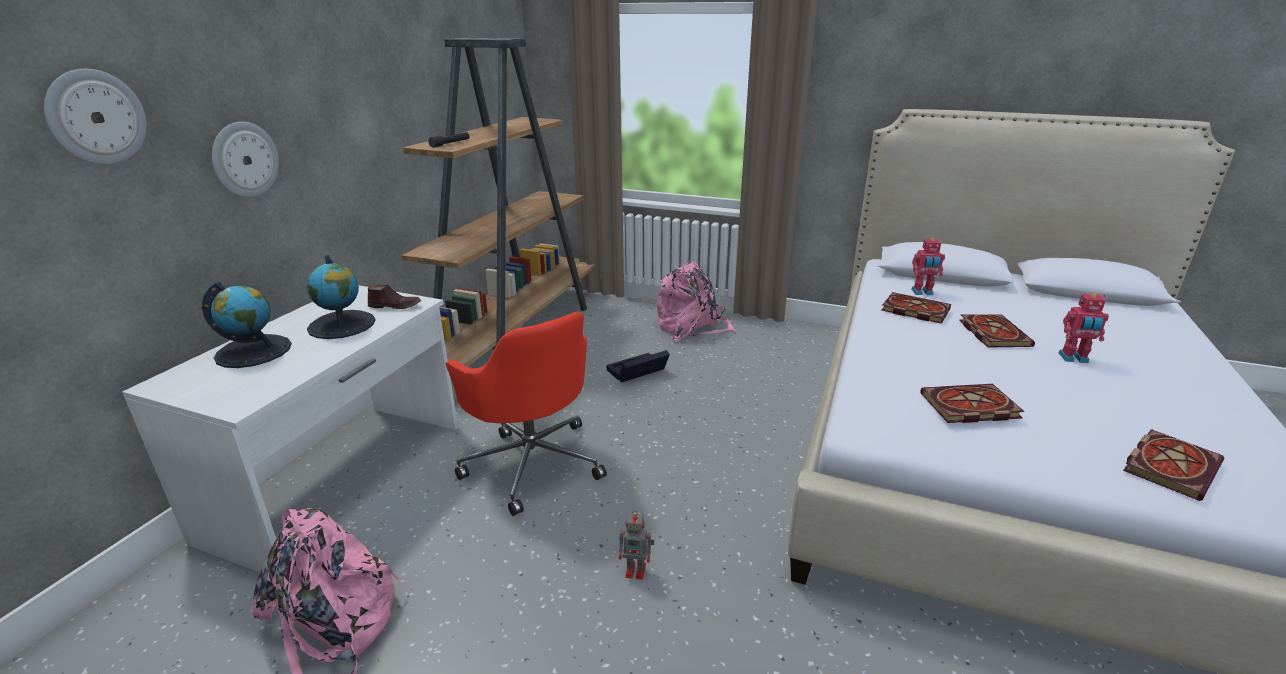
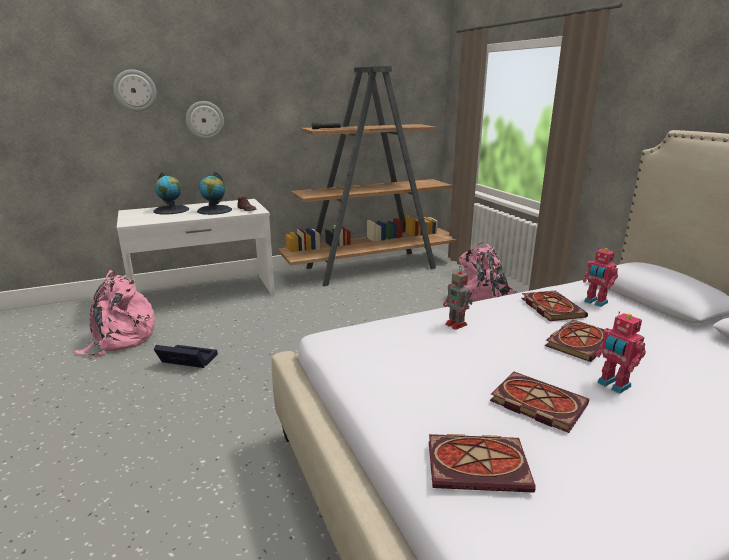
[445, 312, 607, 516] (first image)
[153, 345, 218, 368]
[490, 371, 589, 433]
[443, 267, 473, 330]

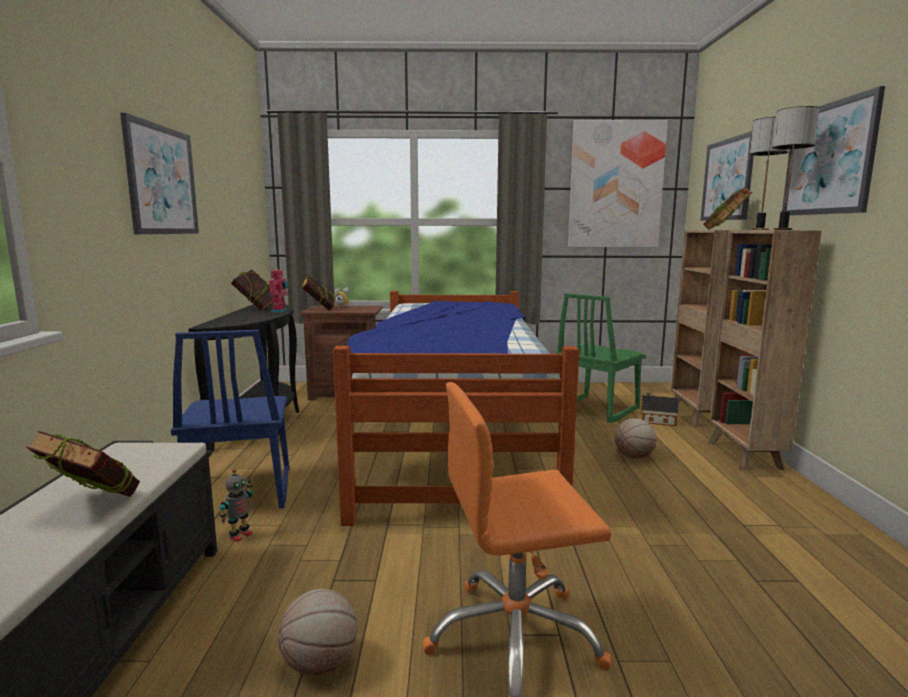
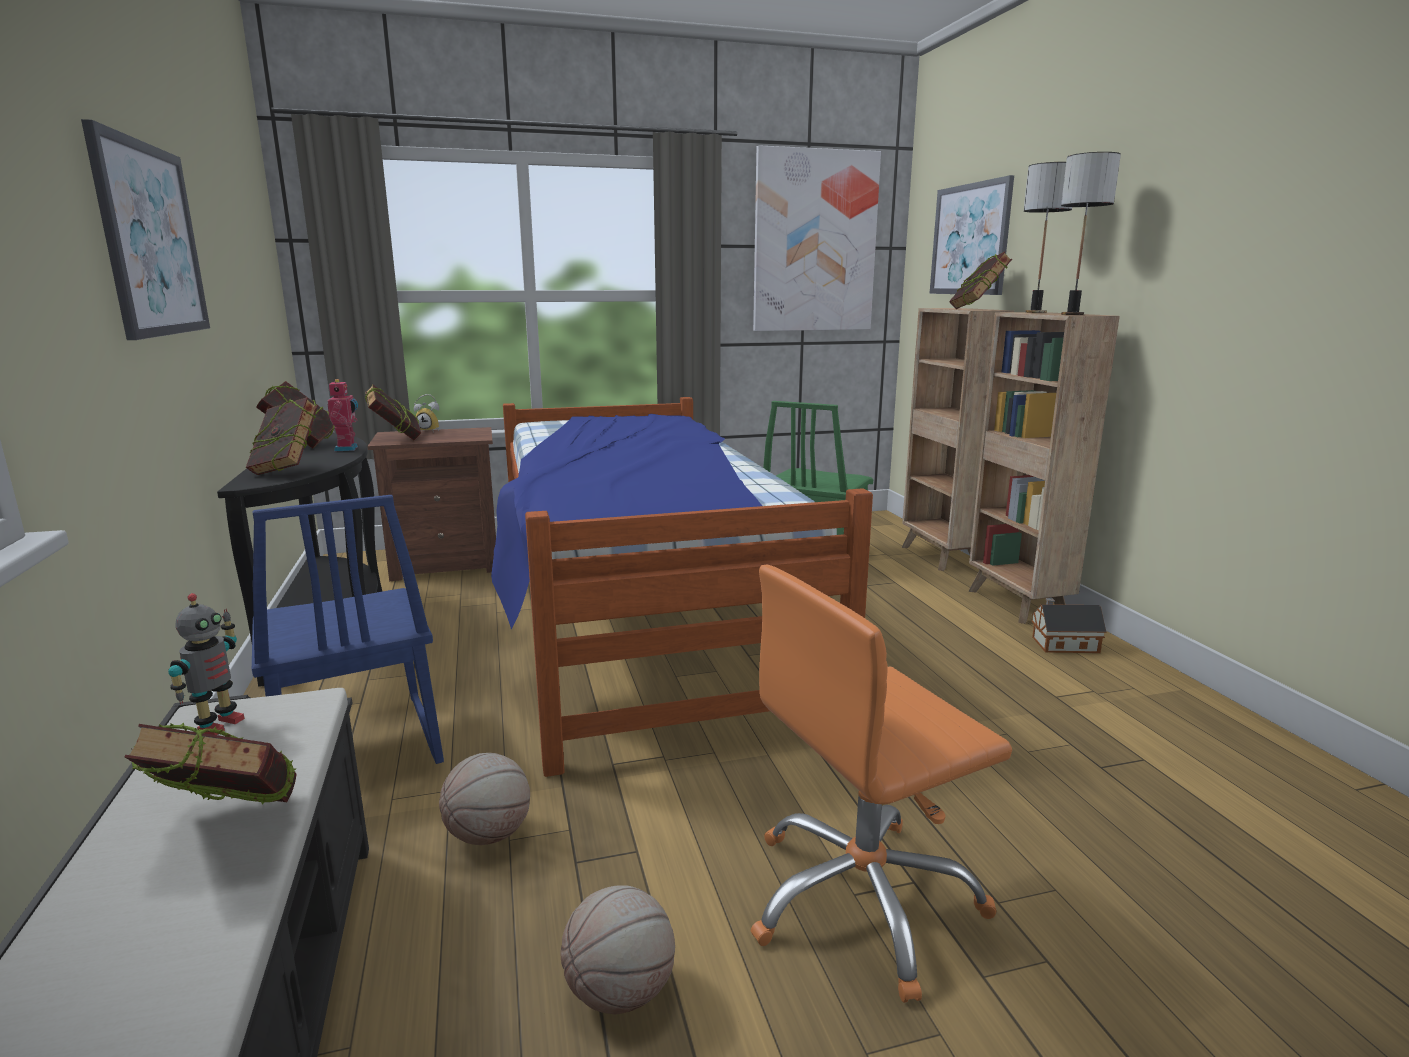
[782, 86, 885, 216] (first image)
[1031, 598, 1107, 653]
[439, 753, 530, 845]
[168, 593, 245, 735]
[246, 397, 318, 475]

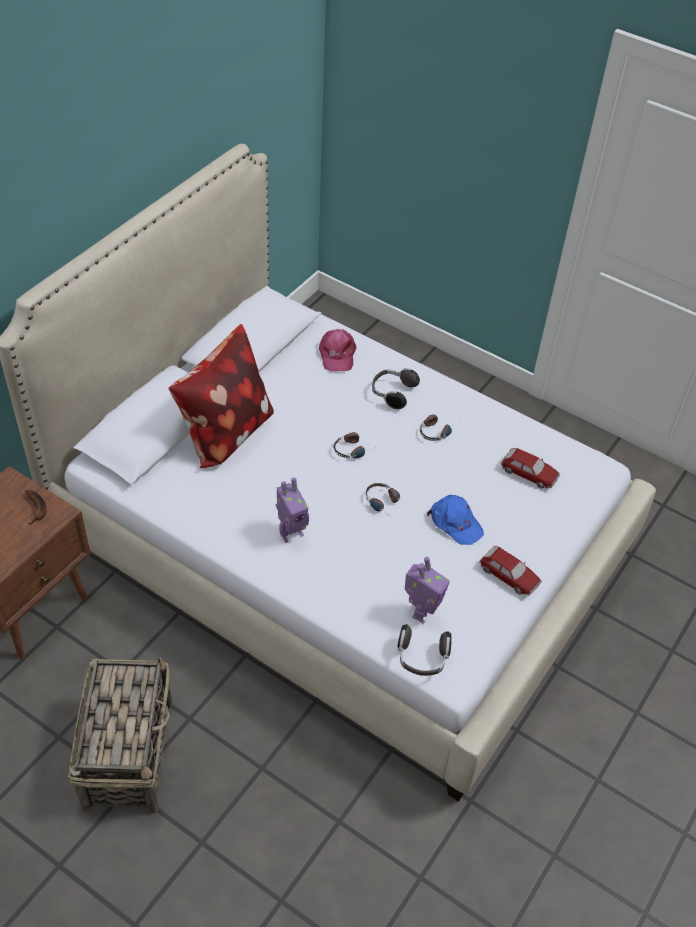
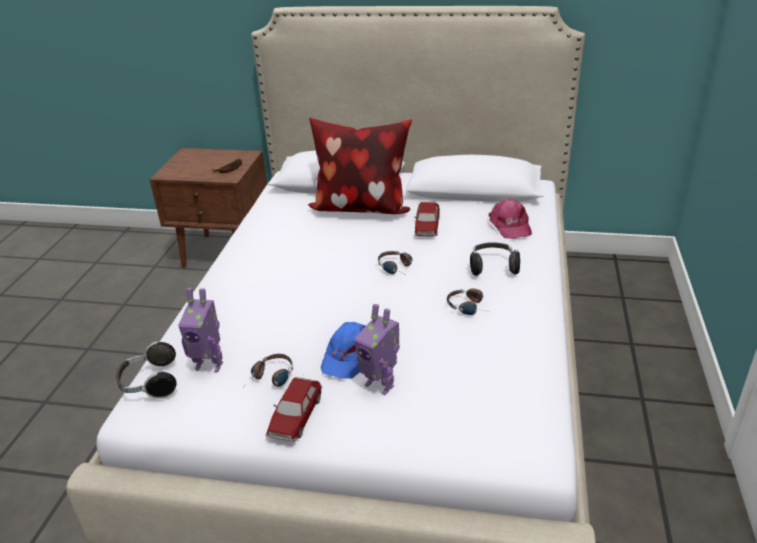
[488, 198, 532, 239]
[415, 202, 440, 236]
[354, 304, 400, 395]
[245, 354, 293, 387]
[68, 657, 173, 813] (first image)

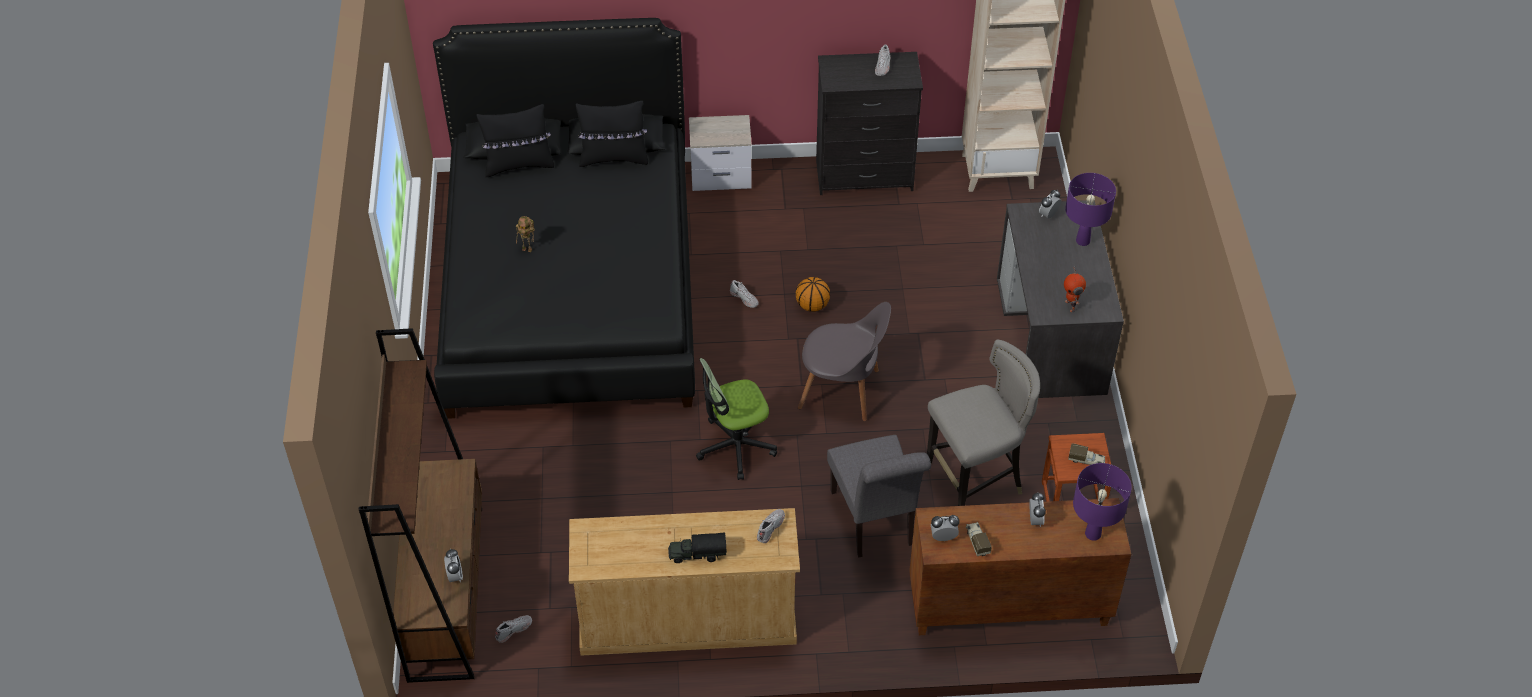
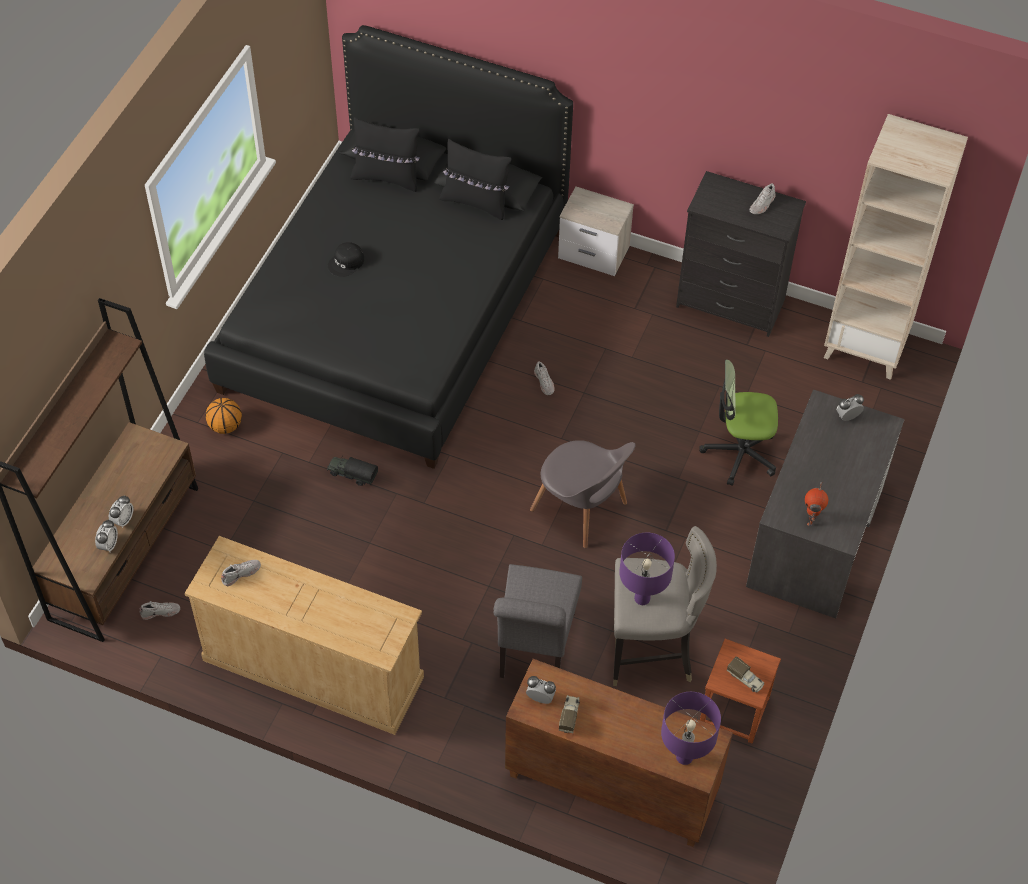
[619, 533, 675, 605]
[327, 242, 364, 277]
[205, 398, 242, 434]
[699, 360, 778, 486]
[109, 495, 133, 528]
[221, 560, 261, 586]
[327, 457, 378, 486]

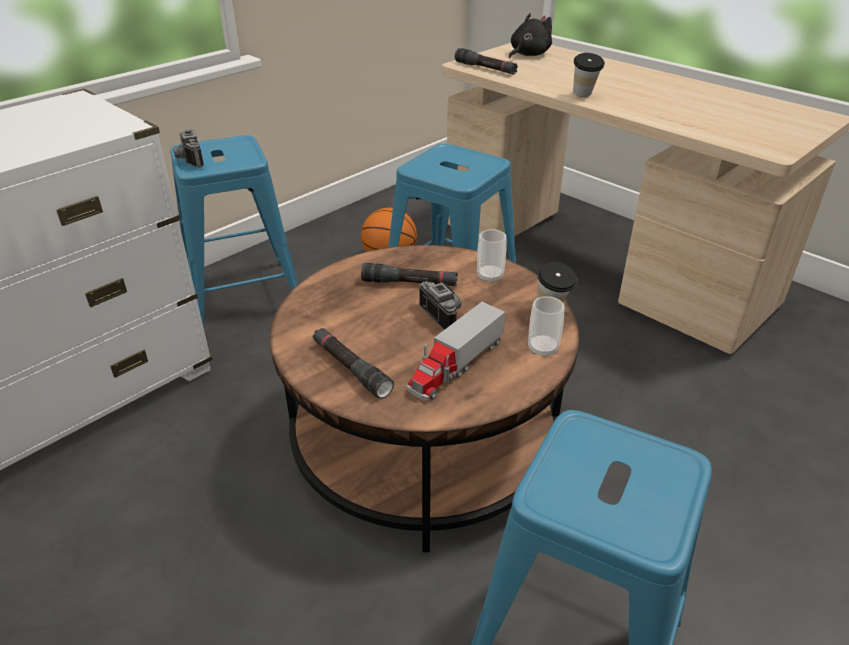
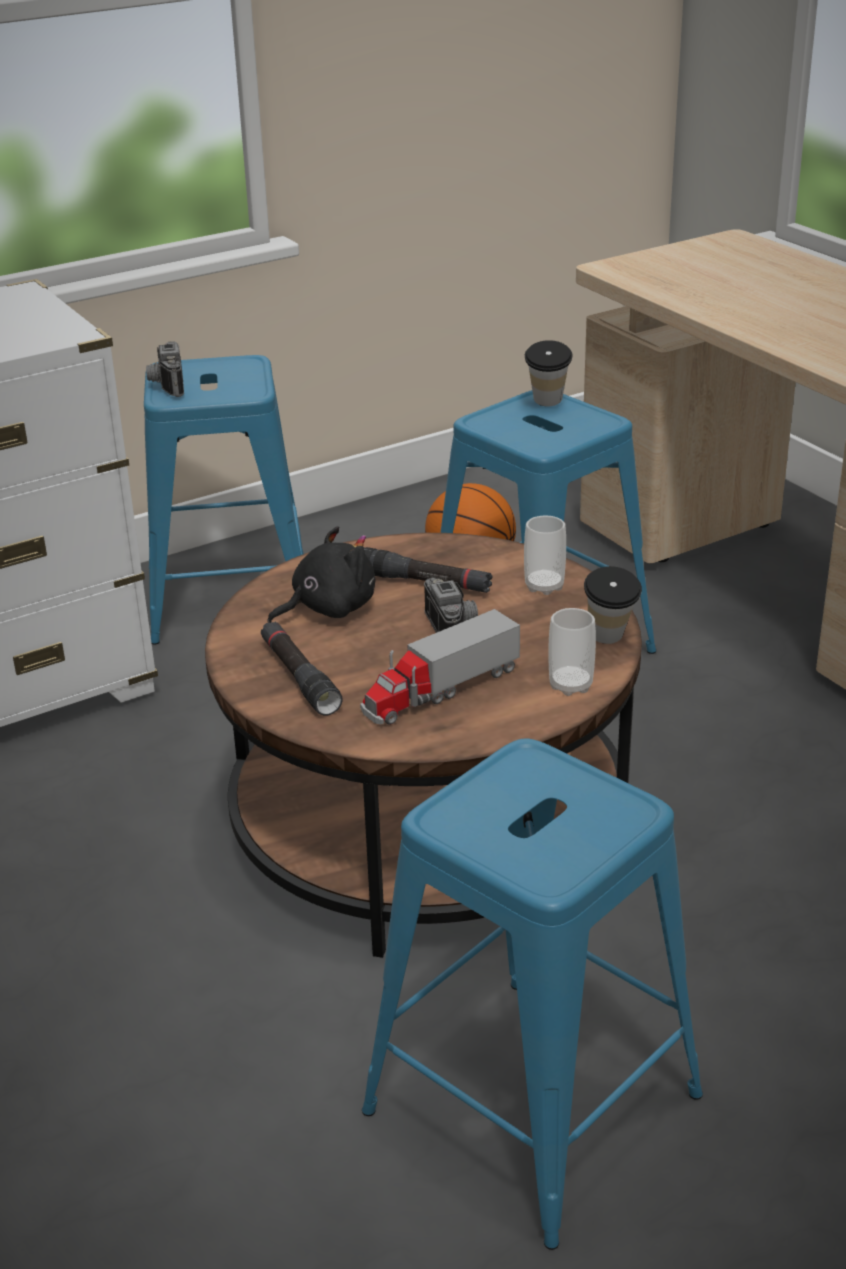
[267, 526, 376, 623]
[455, 48, 518, 74] (first image)
[525, 340, 573, 407]

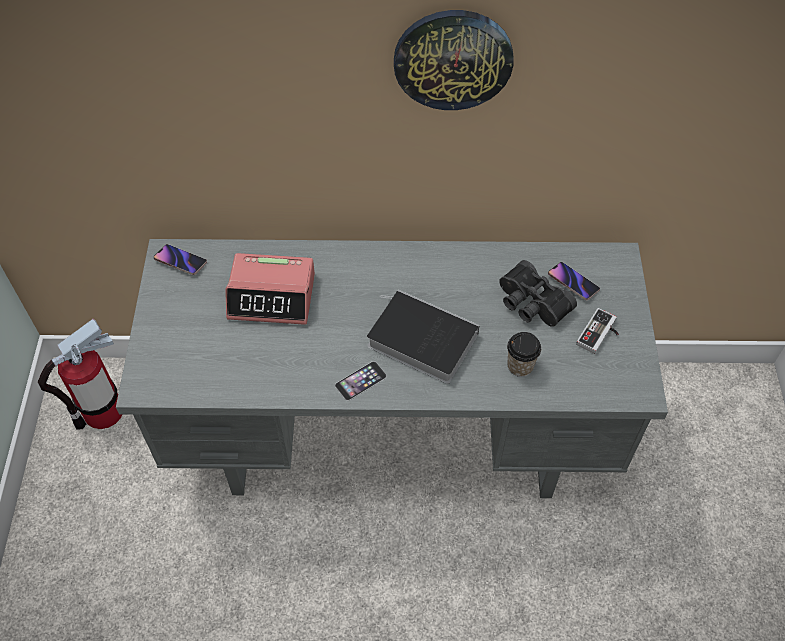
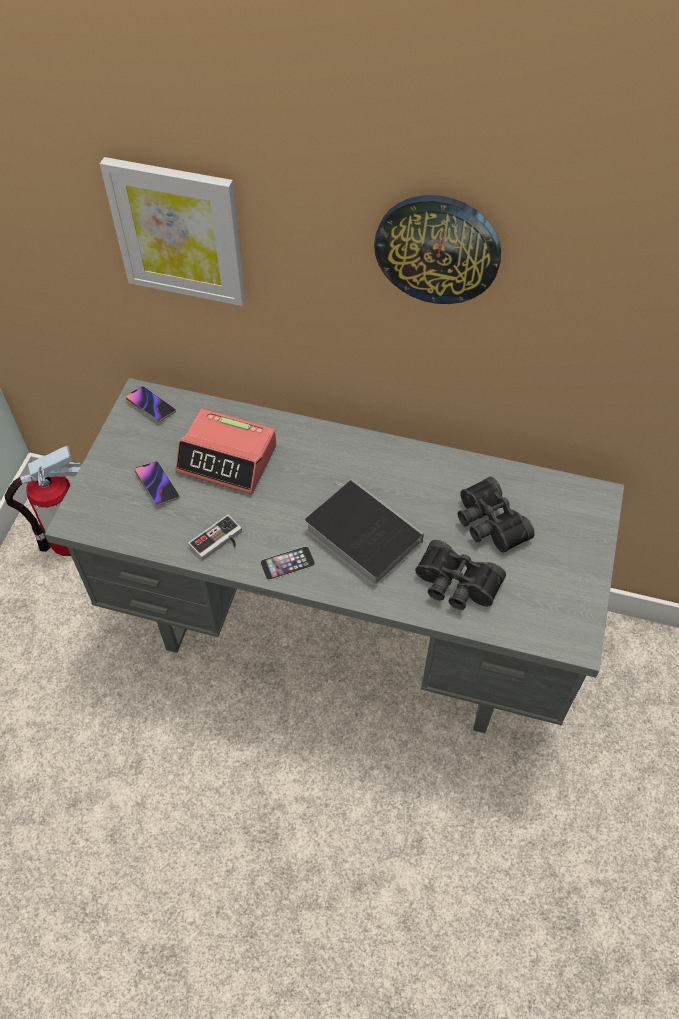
[135, 461, 179, 506]
[188, 515, 242, 560]
[415, 540, 506, 610]
[100, 157, 246, 306]

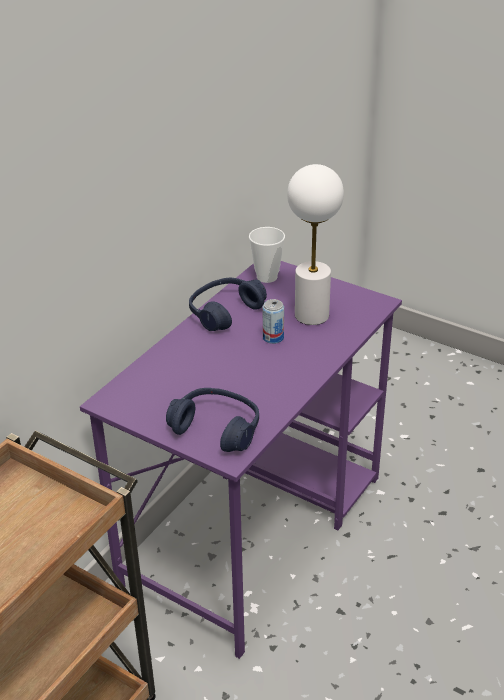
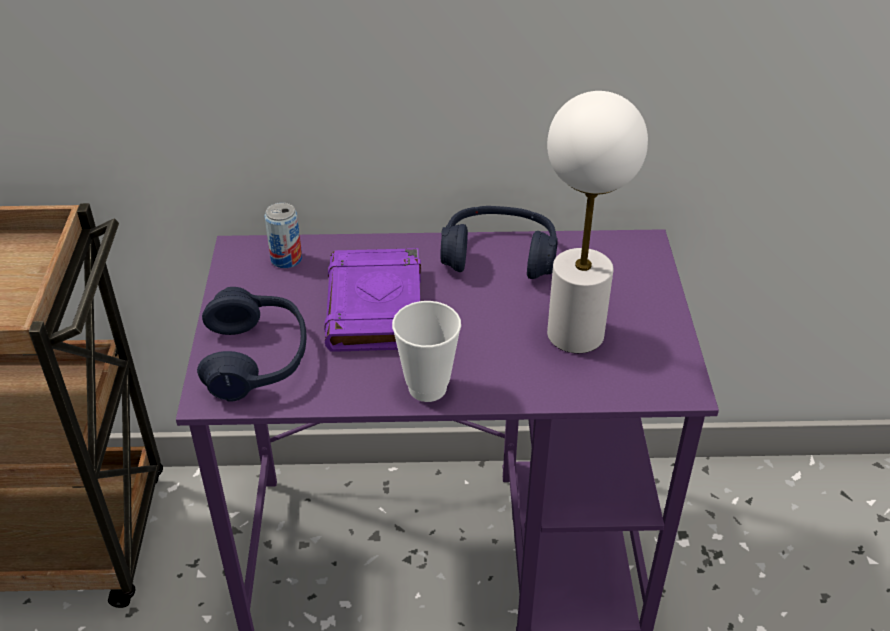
[392, 301, 461, 402]
[264, 202, 302, 268]
[324, 248, 421, 352]

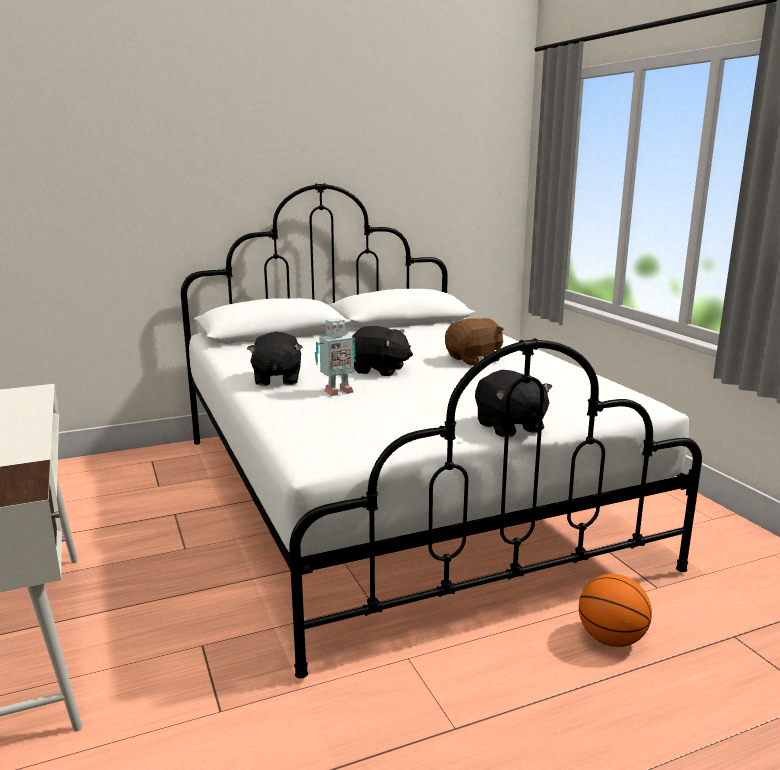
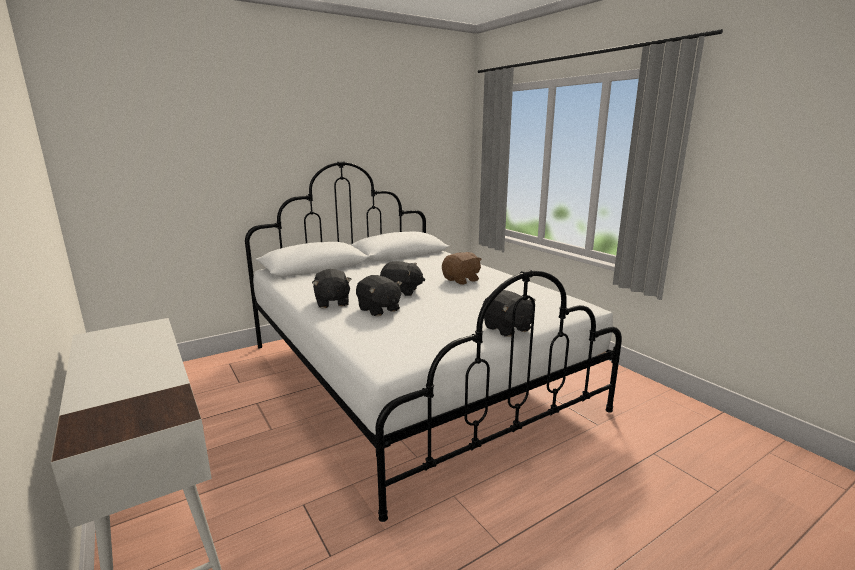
[356, 275, 402, 316]
[579, 574, 652, 647] (first image)

